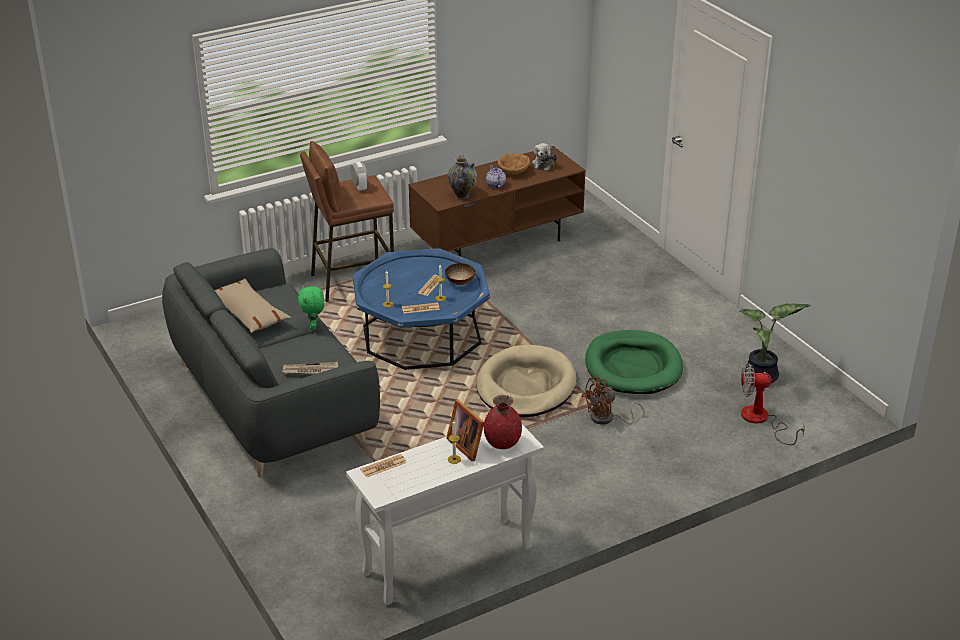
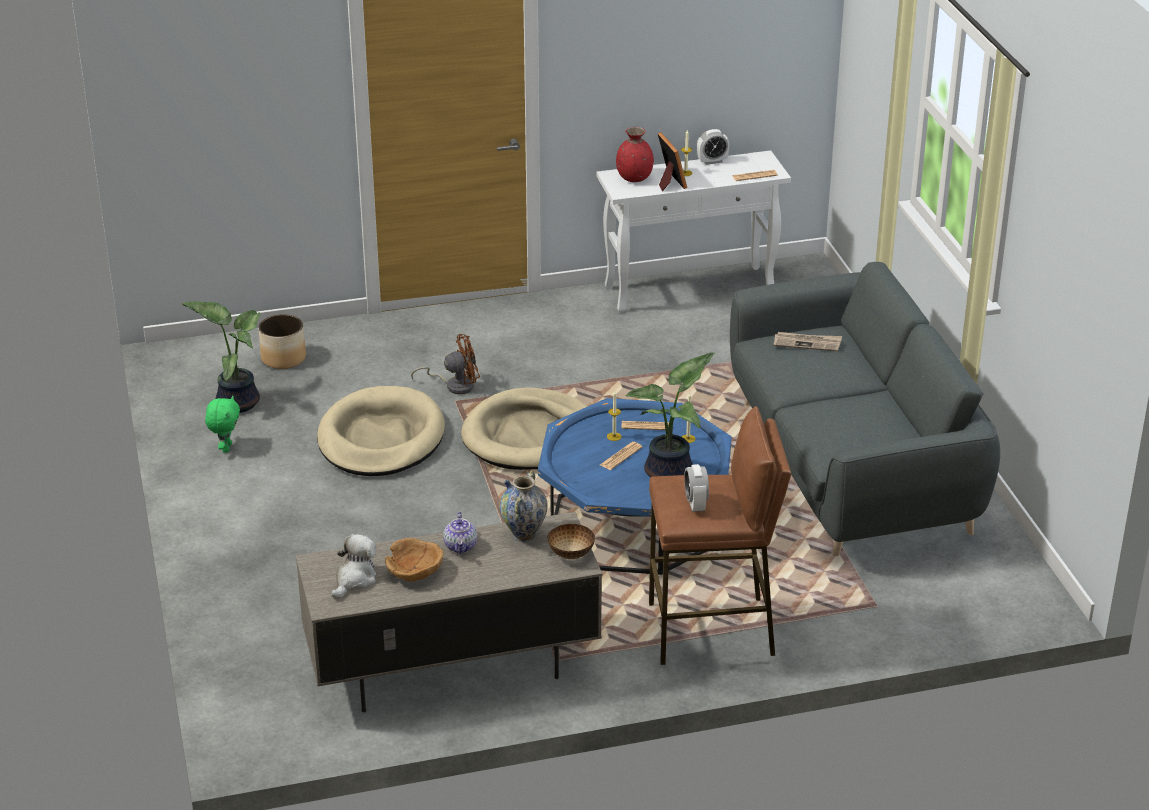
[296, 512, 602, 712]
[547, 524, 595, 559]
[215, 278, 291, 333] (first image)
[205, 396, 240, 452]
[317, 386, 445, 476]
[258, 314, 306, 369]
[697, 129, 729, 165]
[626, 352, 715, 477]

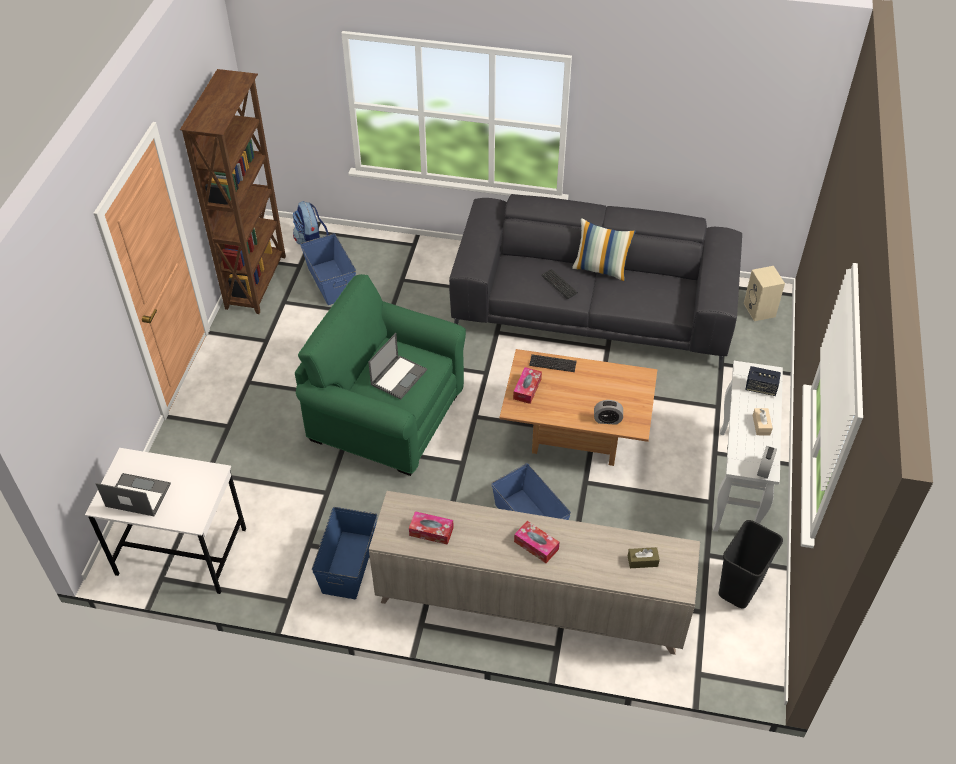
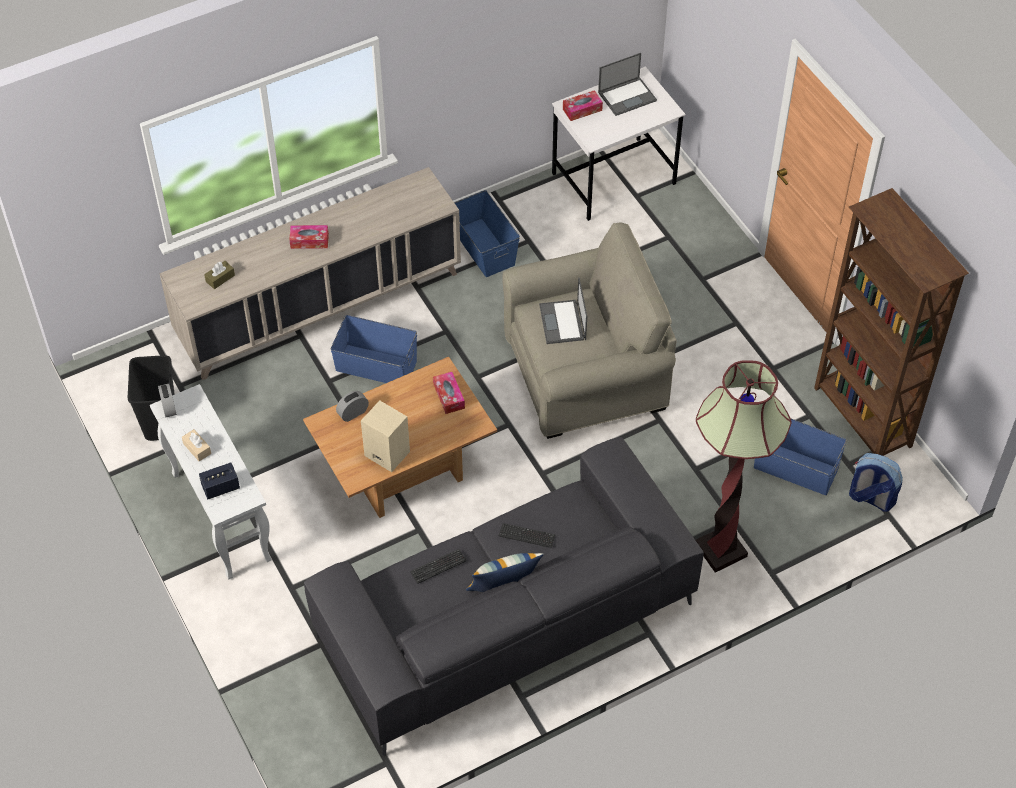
[361, 400, 410, 472]
[502, 223, 676, 439]
[410, 549, 467, 584]
[563, 90, 603, 121]
[696, 360, 792, 573]

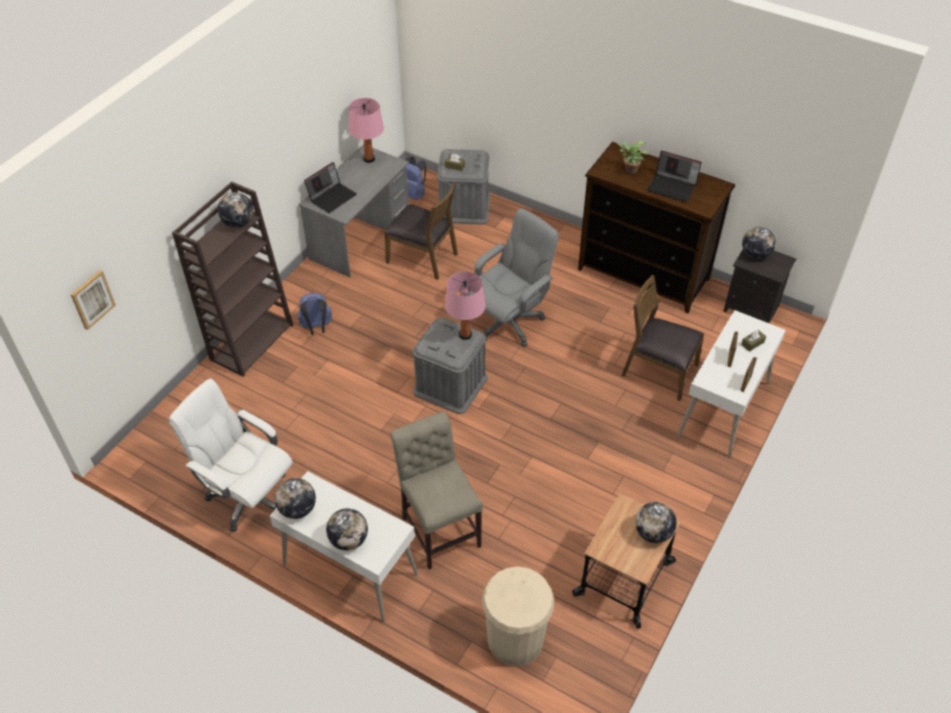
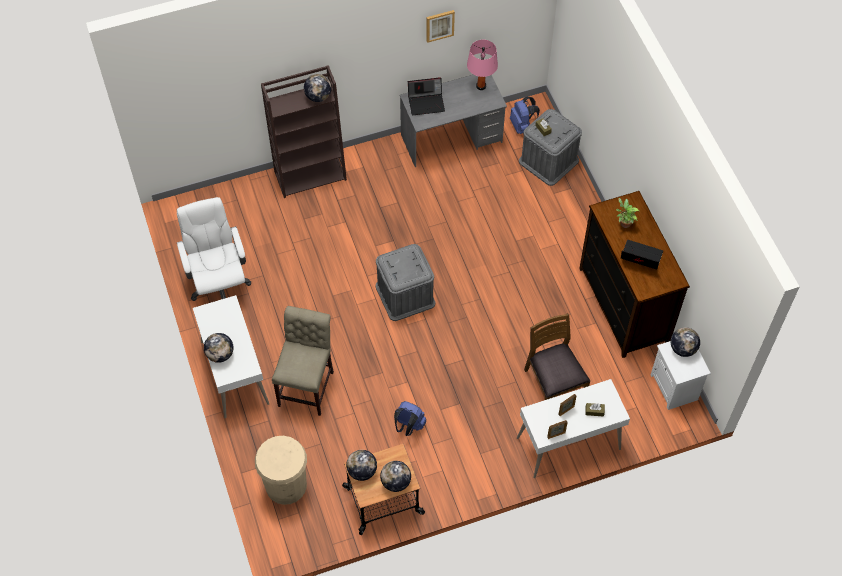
[621, 240, 663, 270]
[385, 182, 458, 280] (first image)
[466, 208, 559, 347] (first image)
[651, 341, 711, 410]
[426, 10, 455, 43]
[445, 271, 486, 340] (first image)
[394, 401, 426, 436]
[346, 450, 377, 481]

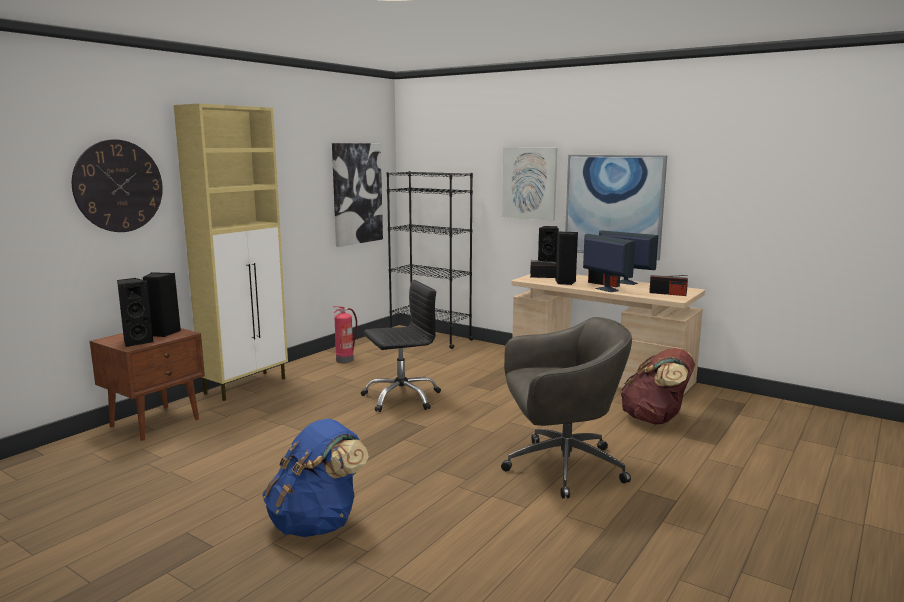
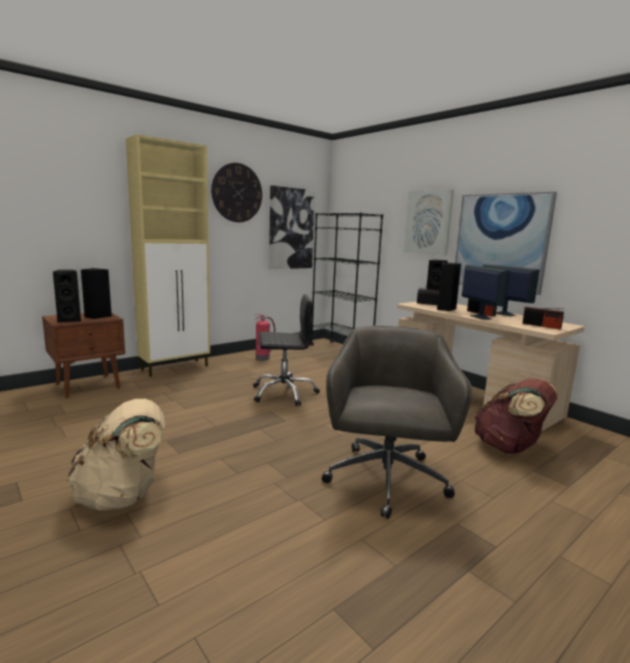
[211, 163, 262, 222]
[322, 326, 472, 519]
[67, 399, 165, 511]

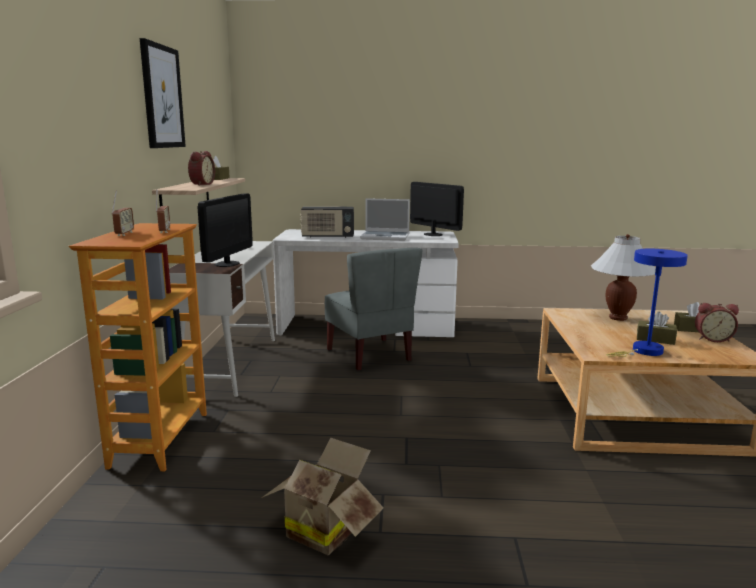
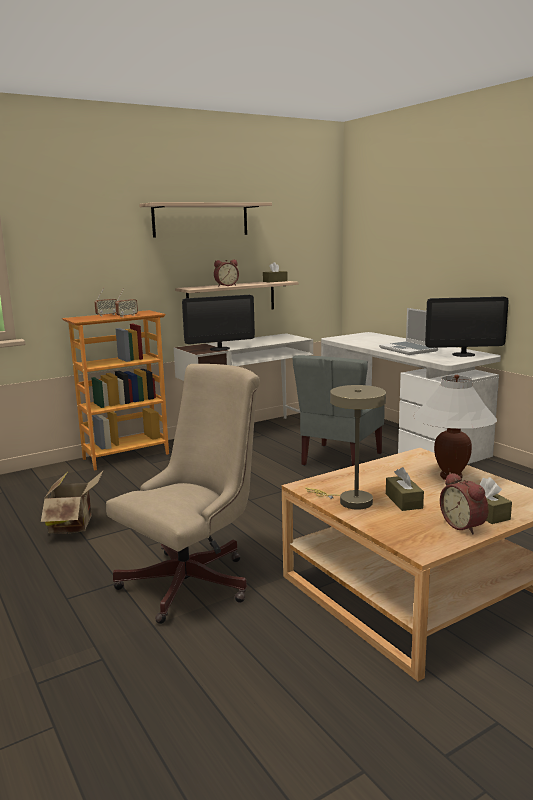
[139, 202, 272, 237]
[425, 297, 509, 357]
[300, 206, 354, 238] (first image)
[305, 385, 386, 510]
[106, 364, 260, 624]

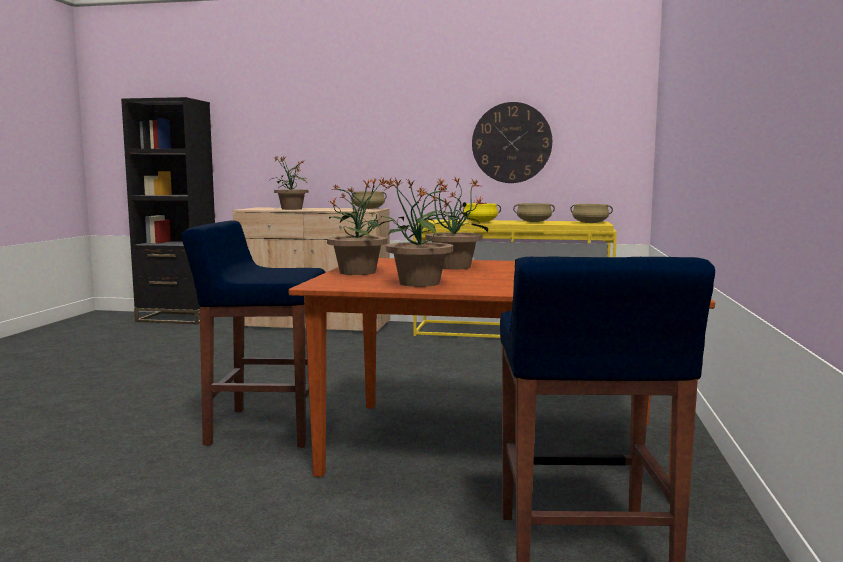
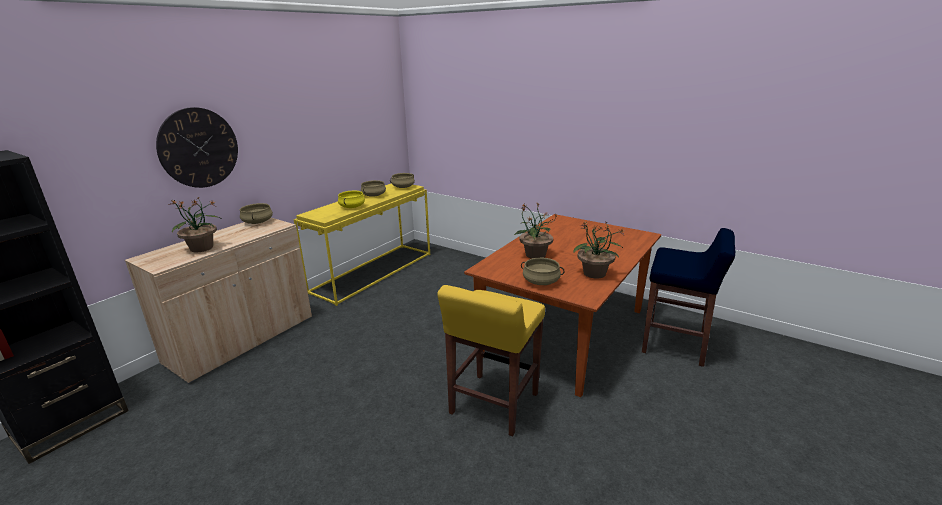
[156, 107, 238, 188]
[521, 257, 565, 285]
[437, 285, 545, 437]

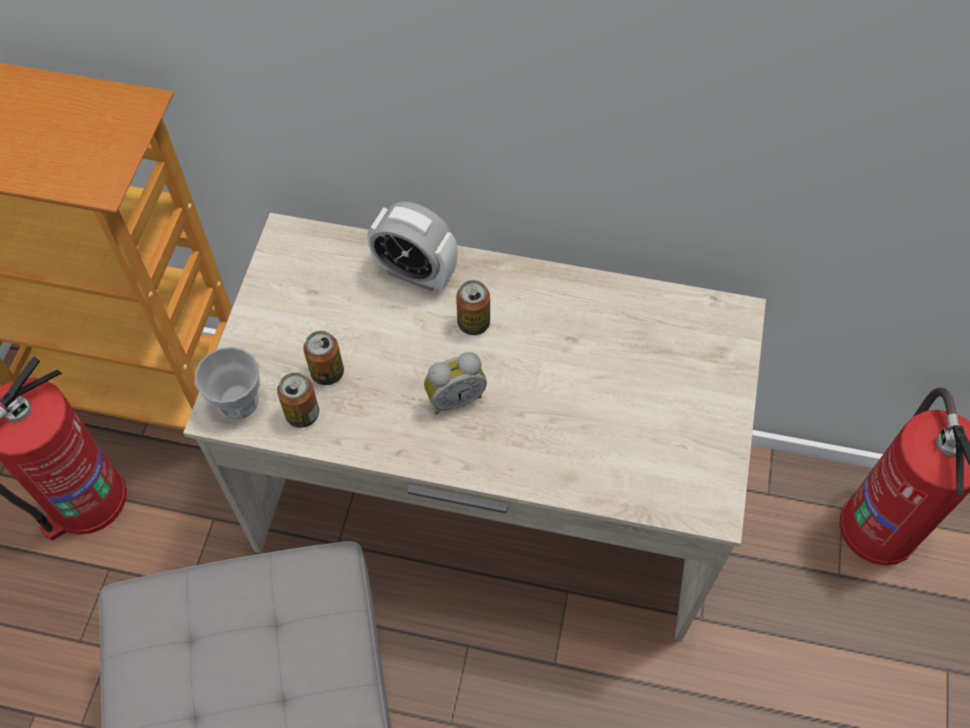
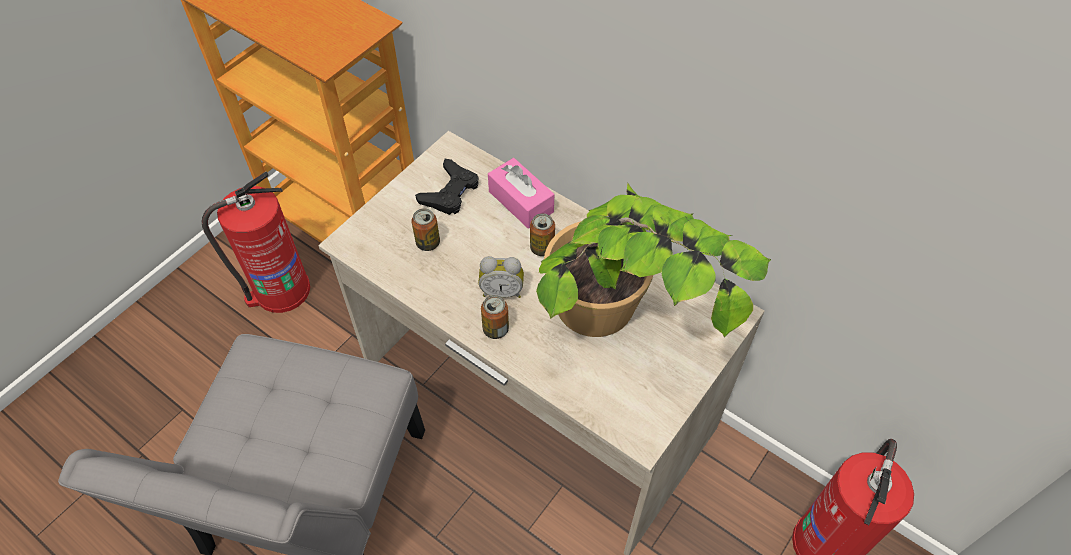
[488, 158, 554, 229]
[195, 347, 260, 420] (first image)
[481, 295, 509, 339]
[415, 159, 479, 215]
[536, 183, 771, 338]

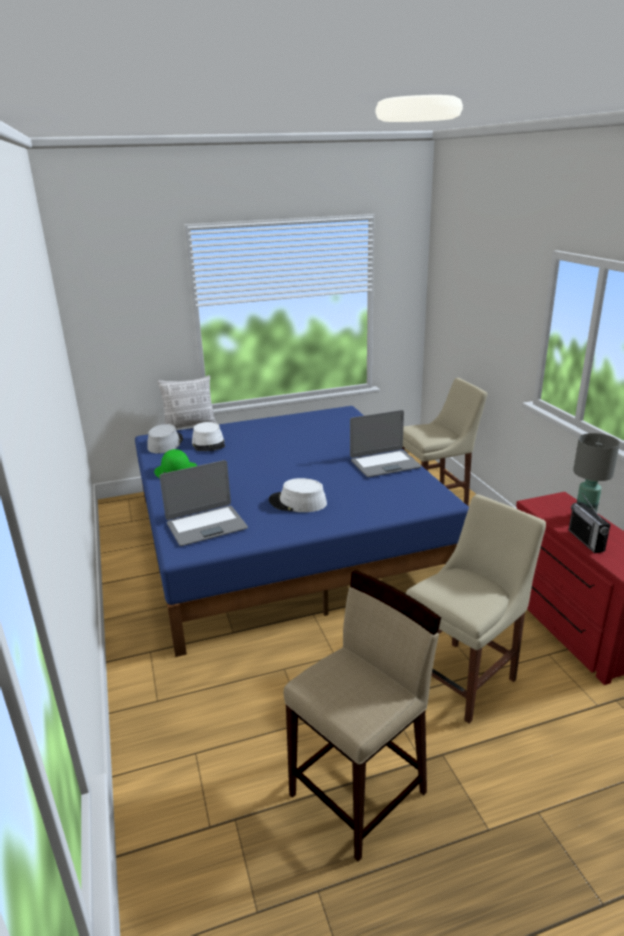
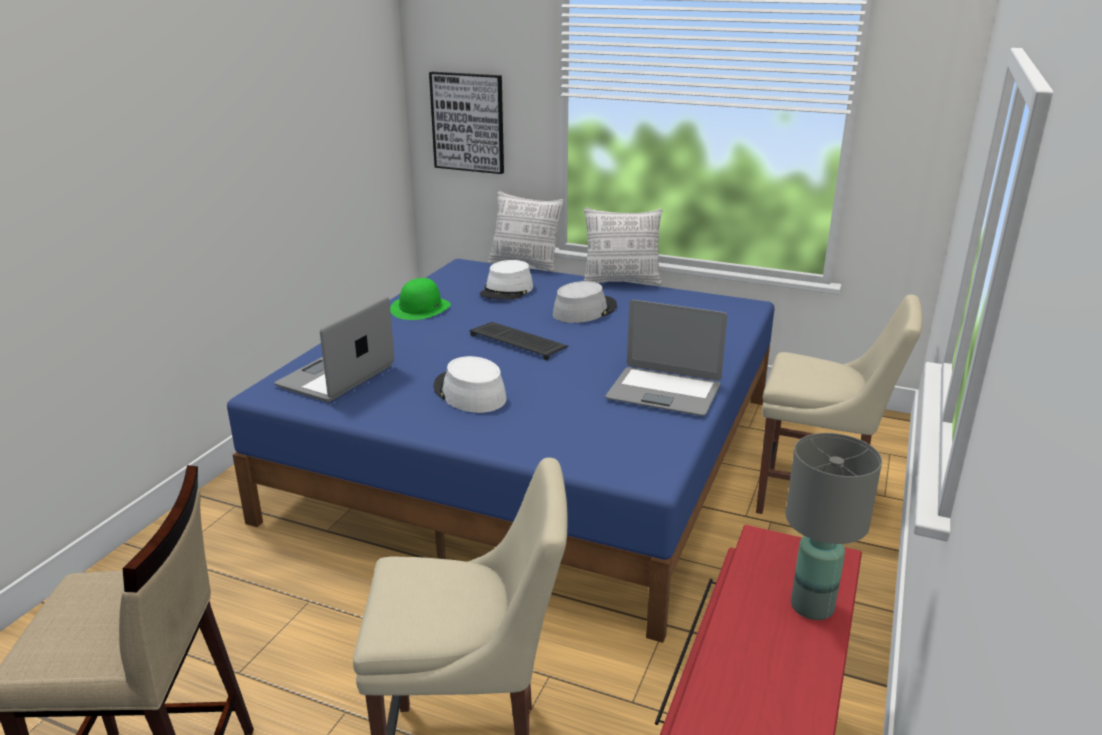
[553, 281, 617, 323]
[275, 296, 394, 402]
[569, 493, 610, 553] (first image)
[429, 72, 504, 174]
[584, 207, 663, 286]
[469, 322, 569, 360]

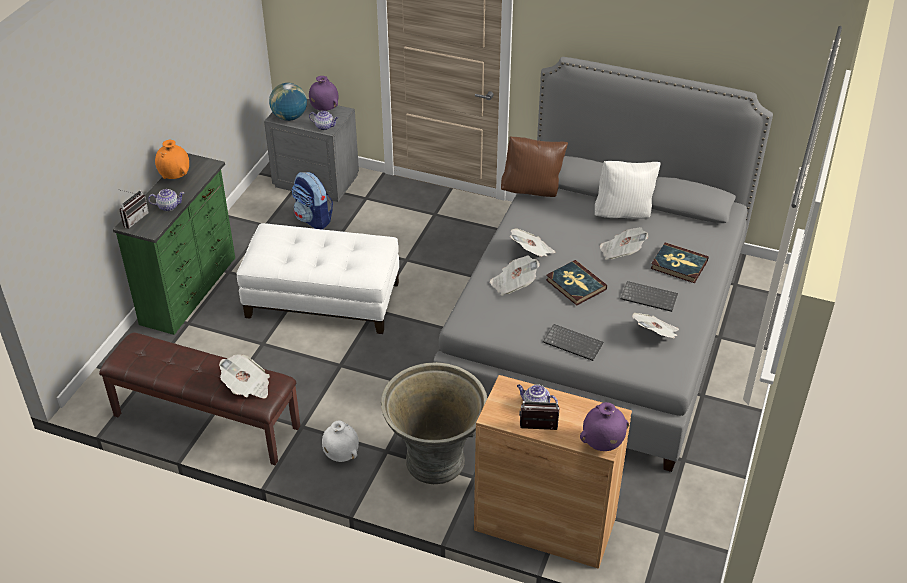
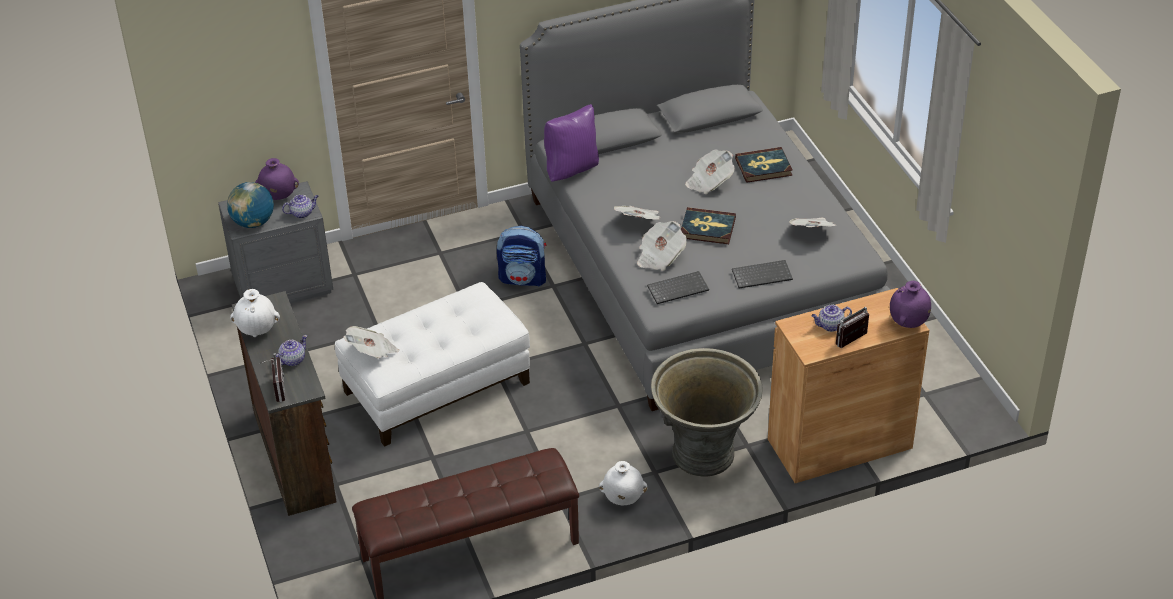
[544, 104, 599, 182]
[230, 289, 280, 337]
[232, 291, 337, 516]
[595, 161, 661, 219] (first image)
[497, 226, 546, 286]
[647, 271, 709, 304]
[343, 326, 399, 359]

